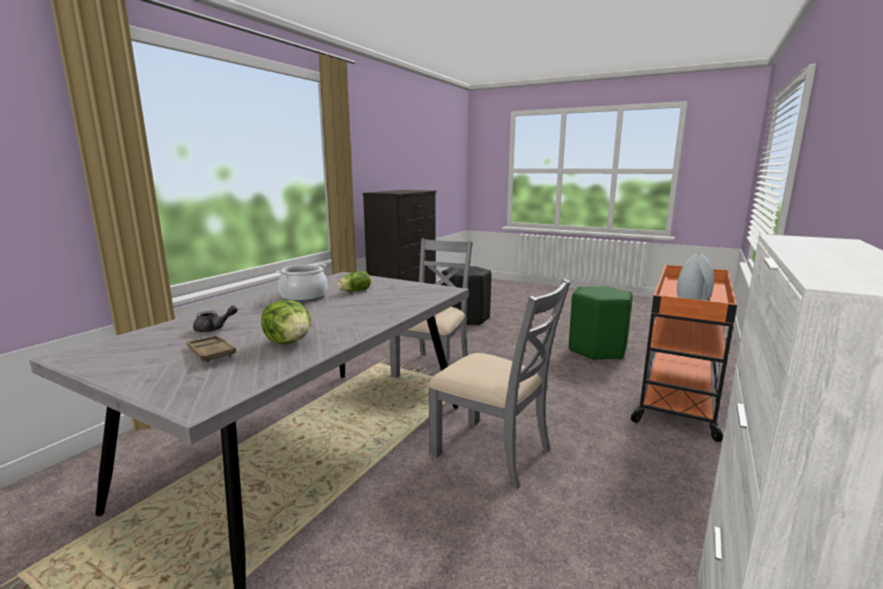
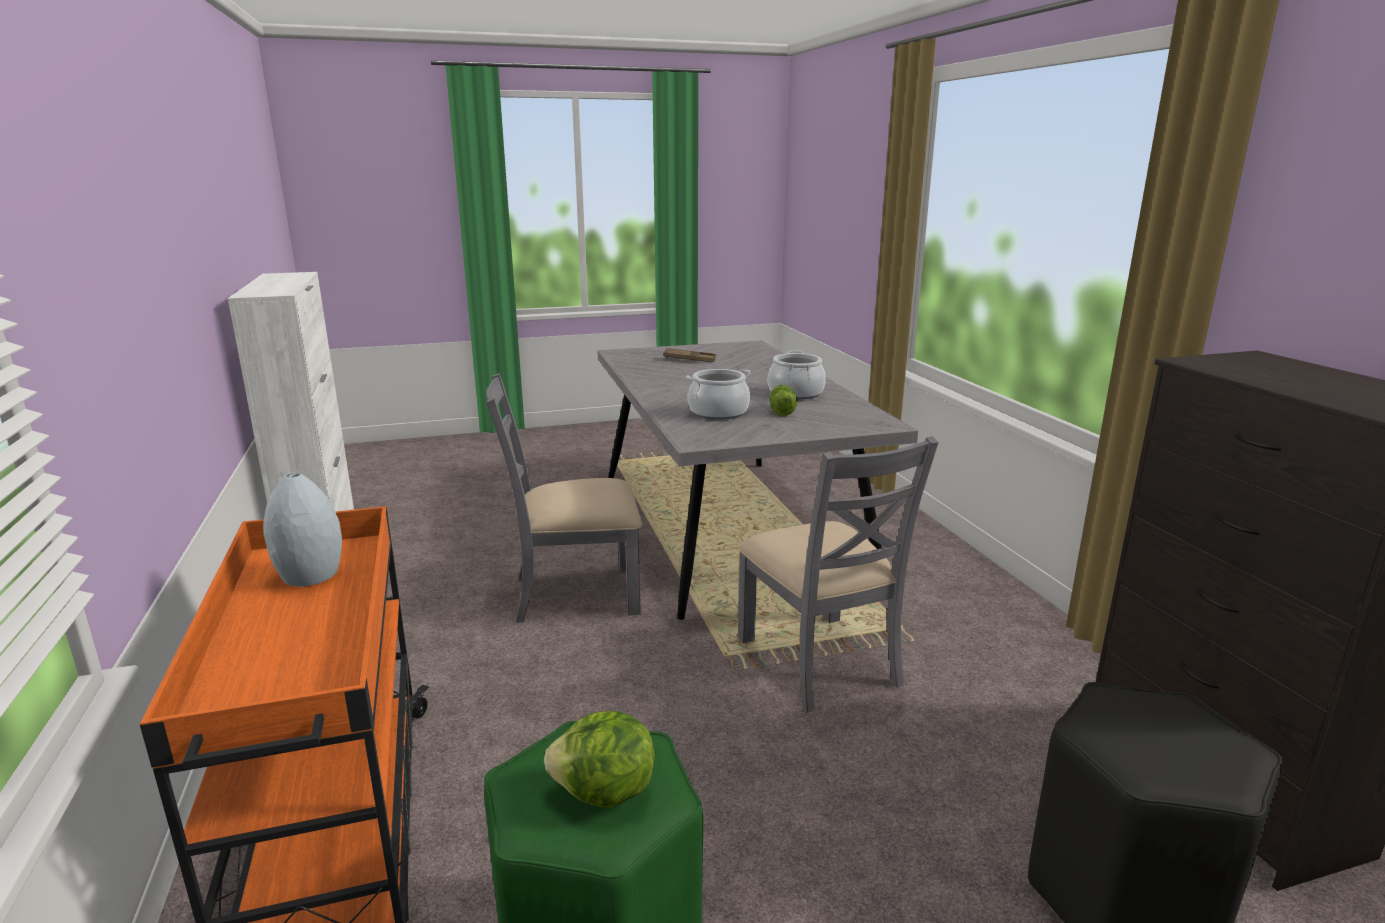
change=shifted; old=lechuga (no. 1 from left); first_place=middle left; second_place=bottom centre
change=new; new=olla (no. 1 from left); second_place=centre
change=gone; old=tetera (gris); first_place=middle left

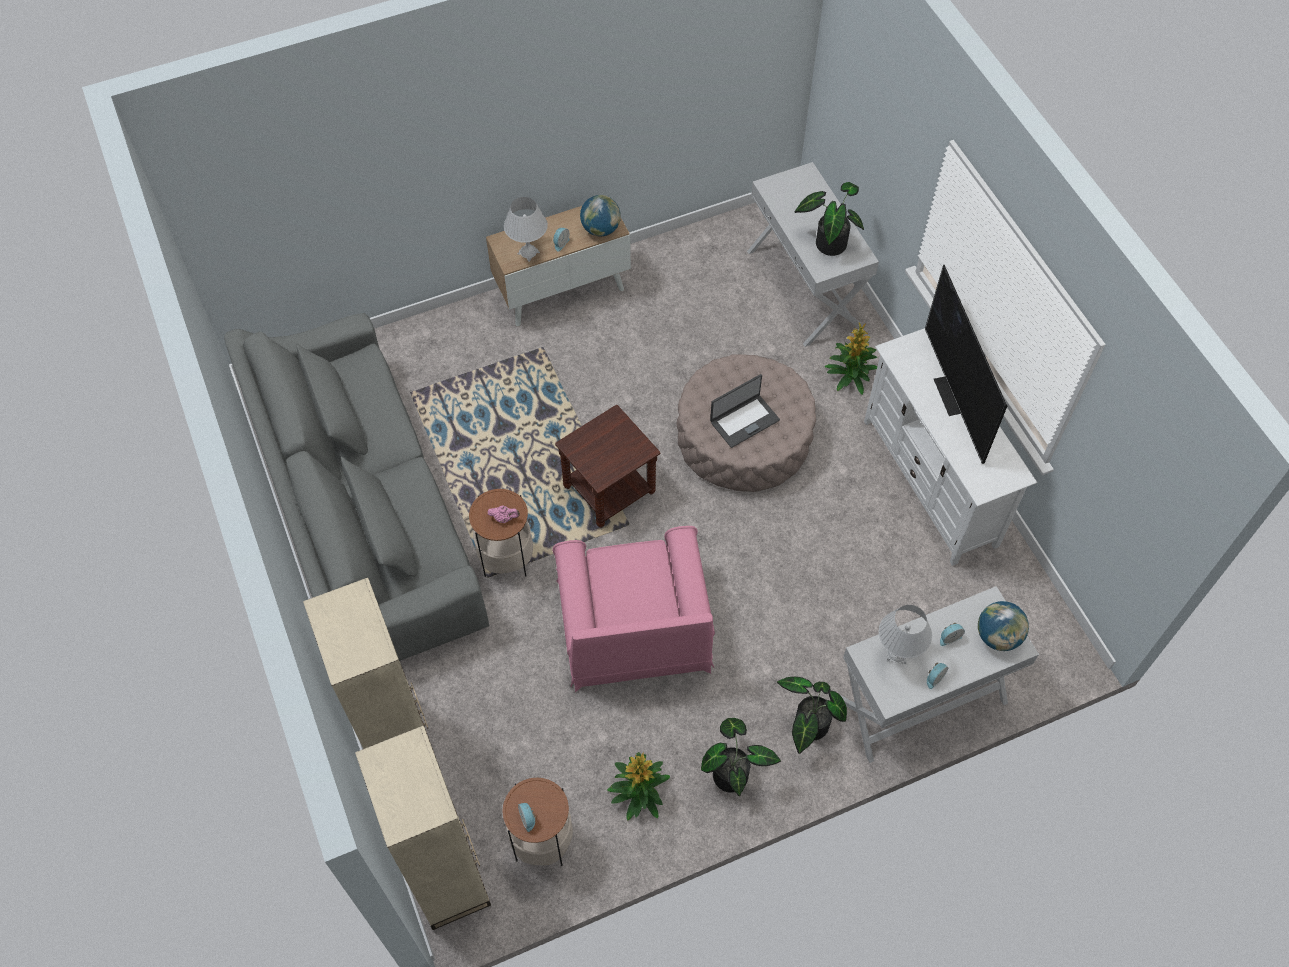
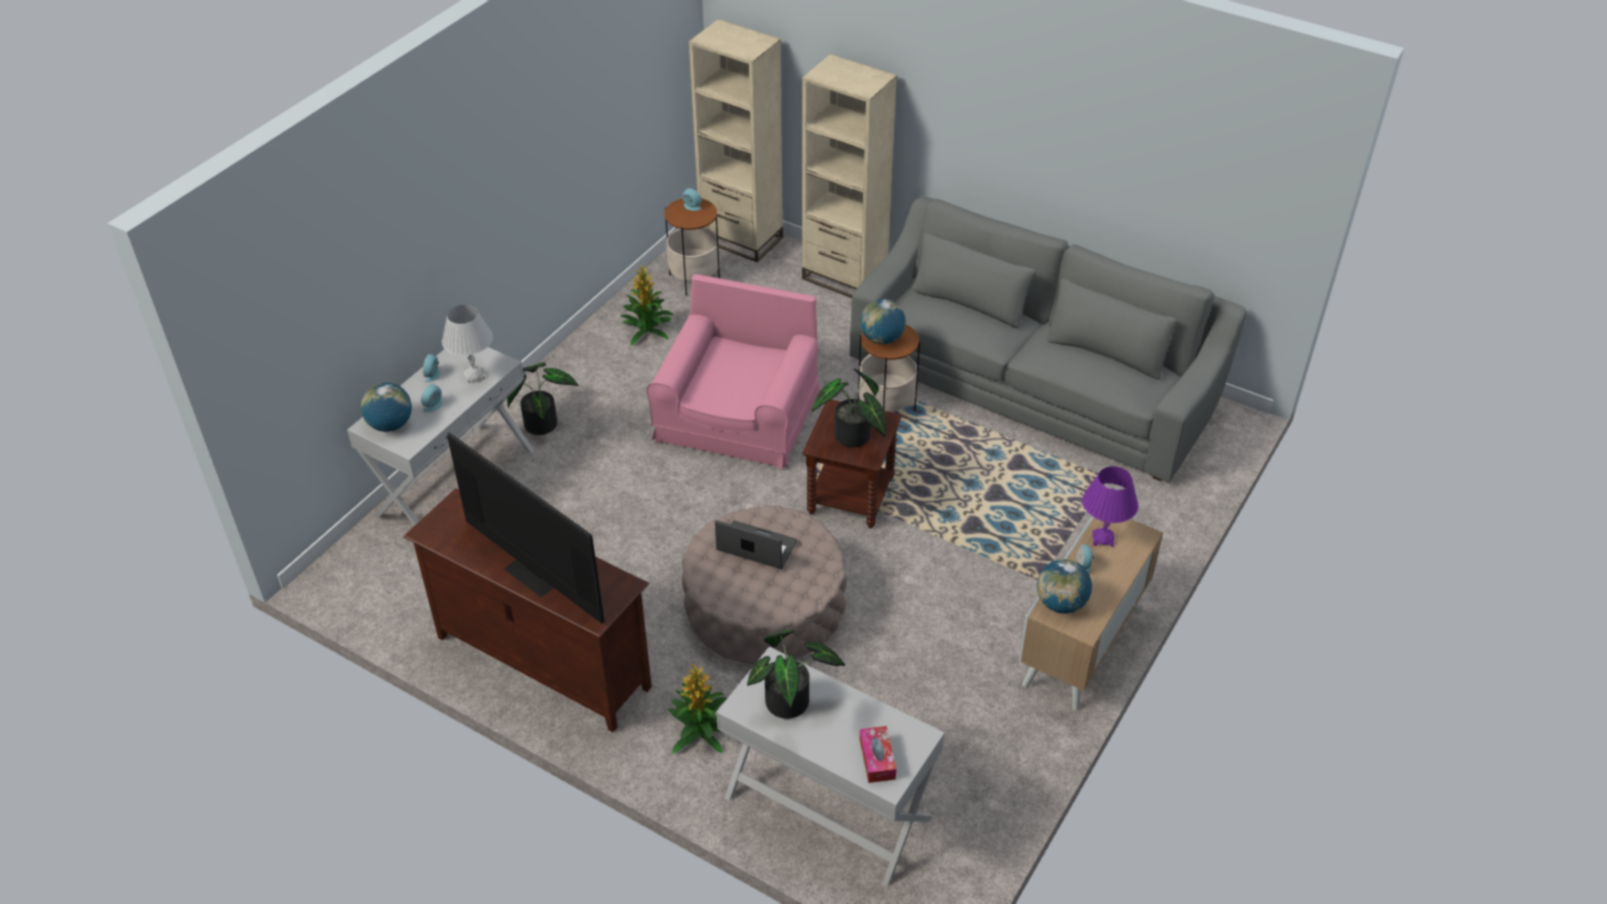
change=repainted; old=mueble de televisión (blanco); new=mueble de televisión (marrón); first_place=middle right; second_place=bottom left
change=rotated; old=sillón (rosa); first_place=centre; second_place=centre; degrees=60
change=rotated; old=portátil; first_place=centre; second_place=centre; degrees=90
change=shifted; old=planta en maceta (no. 2 from left in the first image); new=planta en maceta (no. 5 from left); first_place=bottom centre; second_place=centre
change=new; new=caja de pañuelos; second_place=bottom centre
change=swapped; old=tetera (rosa); new=globo terráqueo (no. 2 from left); first_place=centre; second_place=centre
change=repainted; old=lámpara de mesa (blanco) (no. 1 from left); new=lámpara de mesa (morado); first_place=top centre; second_place=middle right

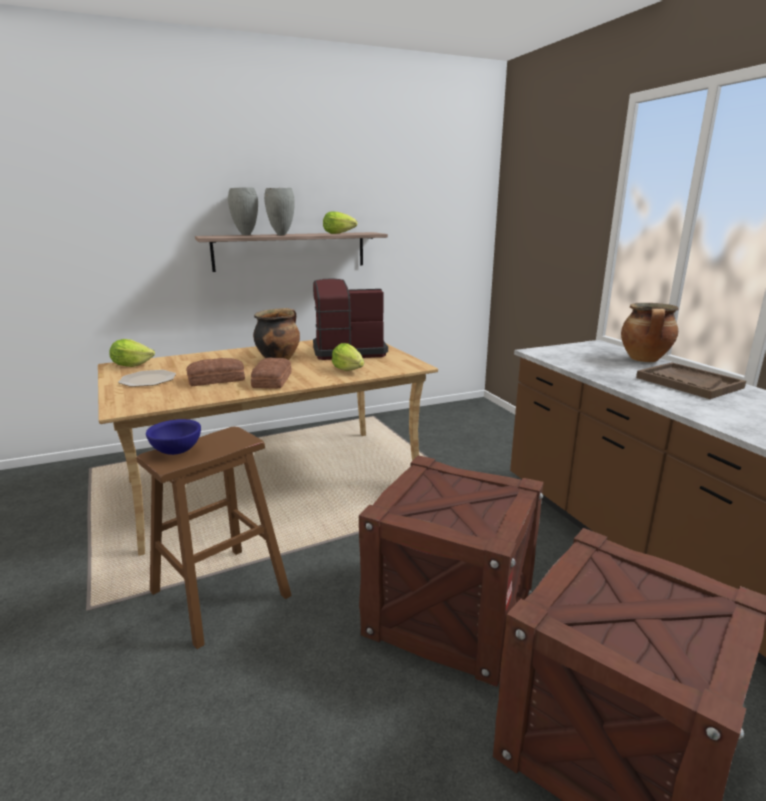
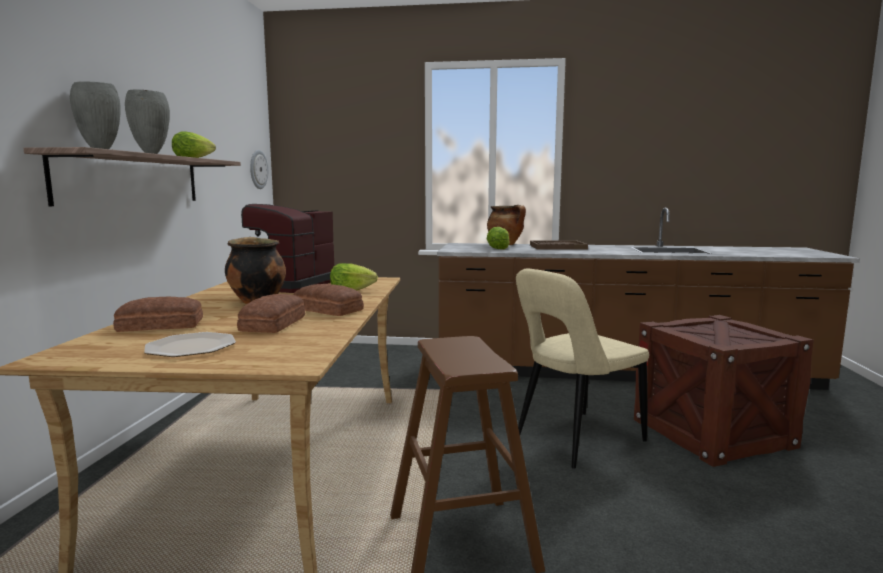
change=new; new=pan (no. 1 from left); second_place=middle left
change=new; new=reloj de pared; second_place=top left
change=shifted; old=lechuga (no. 1 from left in the first image); new=lechuga (no. 3 from left); first_place=middle left; second_place=centre
change=swapped; old=caja de embalaje (no. 1 from left); new=silla (beis); first_place=bottom centre; second_place=centre
change=gone; old=cuenco (azul); first_place=middle left

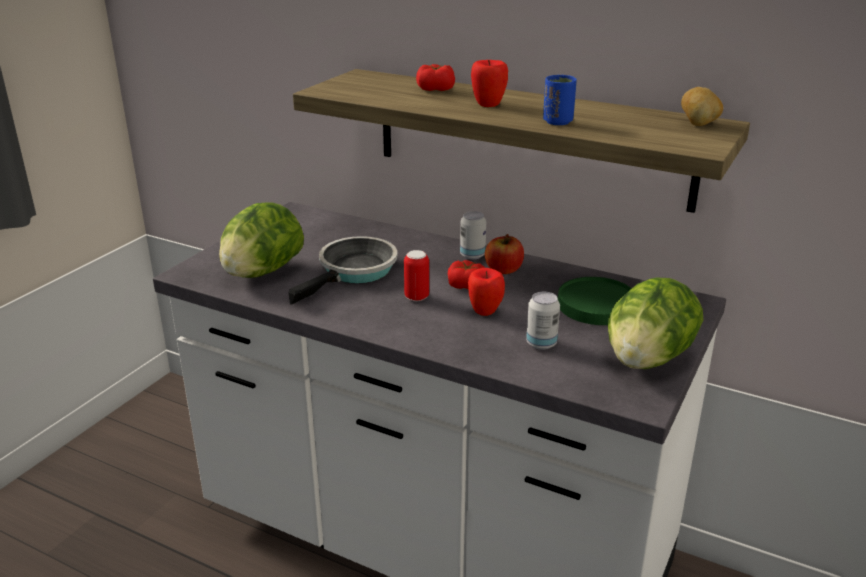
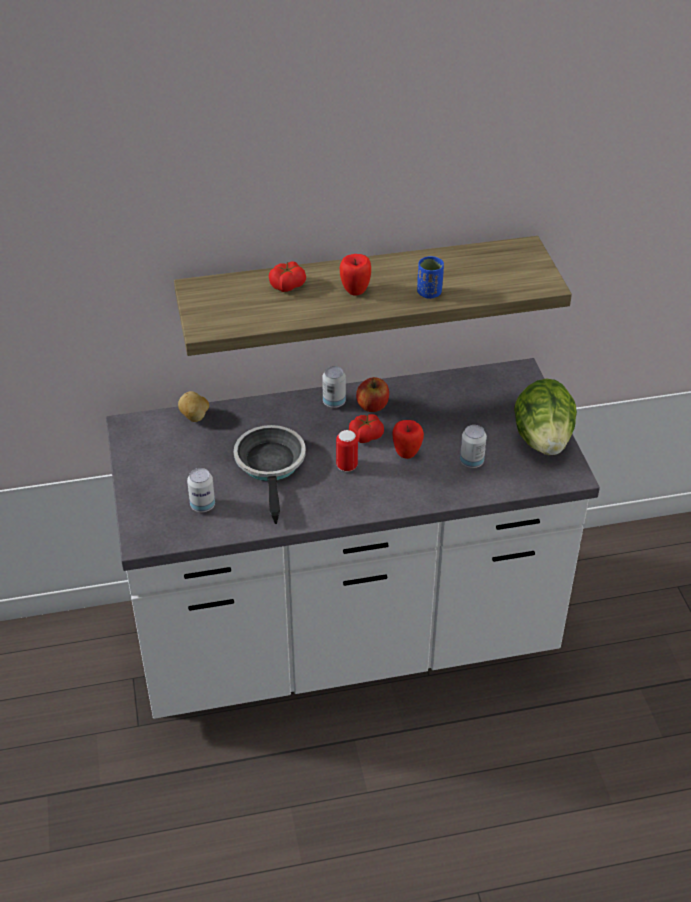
change=shifted; old=patata; first_place=top right; second_place=middle left
change=swapped; old=lechuga (no. 1 from left); new=lata (no. 1 from left); first_place=middle left; second_place=middle left
change=gone; old=plato (verde); first_place=middle right

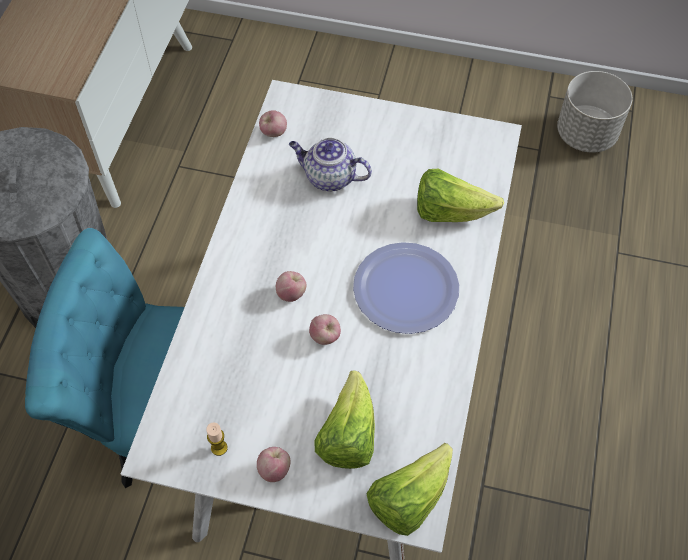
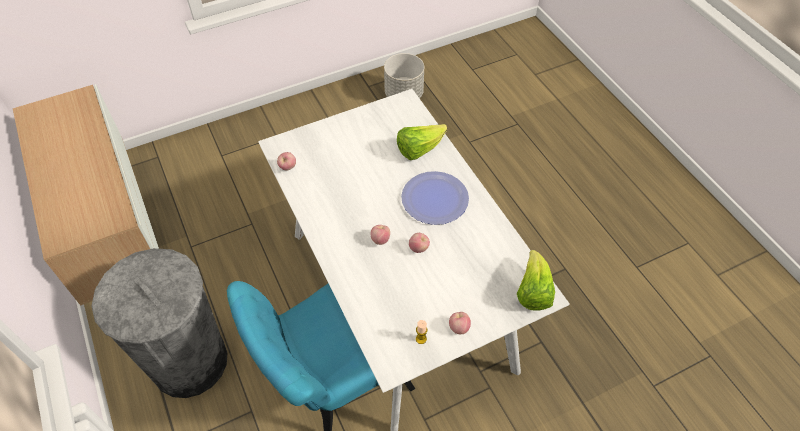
change=gone; old=tetera; first_place=top centre
change=gone; old=lechuga (no. 1 from left); first_place=bottom centre

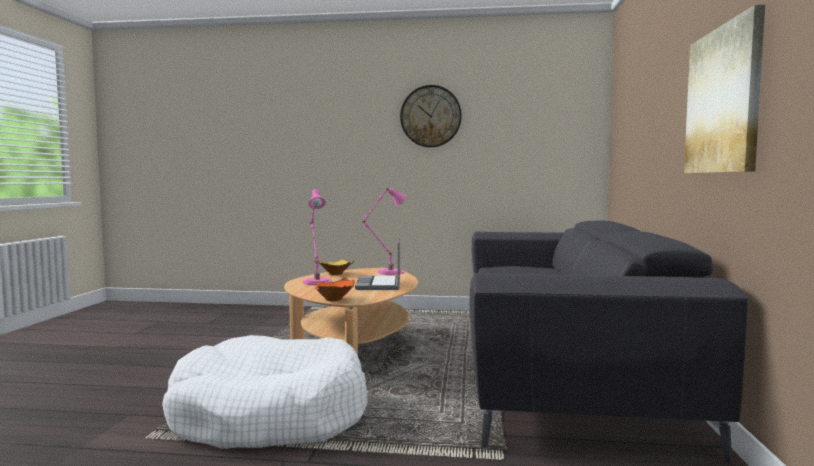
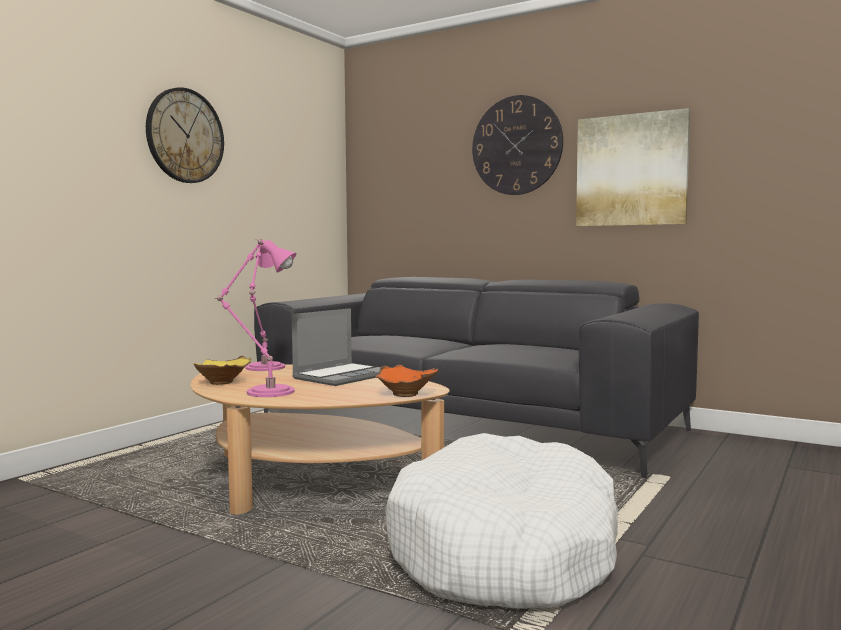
change=rotated; old=portátil; first_place=centre; second_place=centre; degrees=-75
change=new; new=reloj de pared (no. 2 from left); second_place=top centre

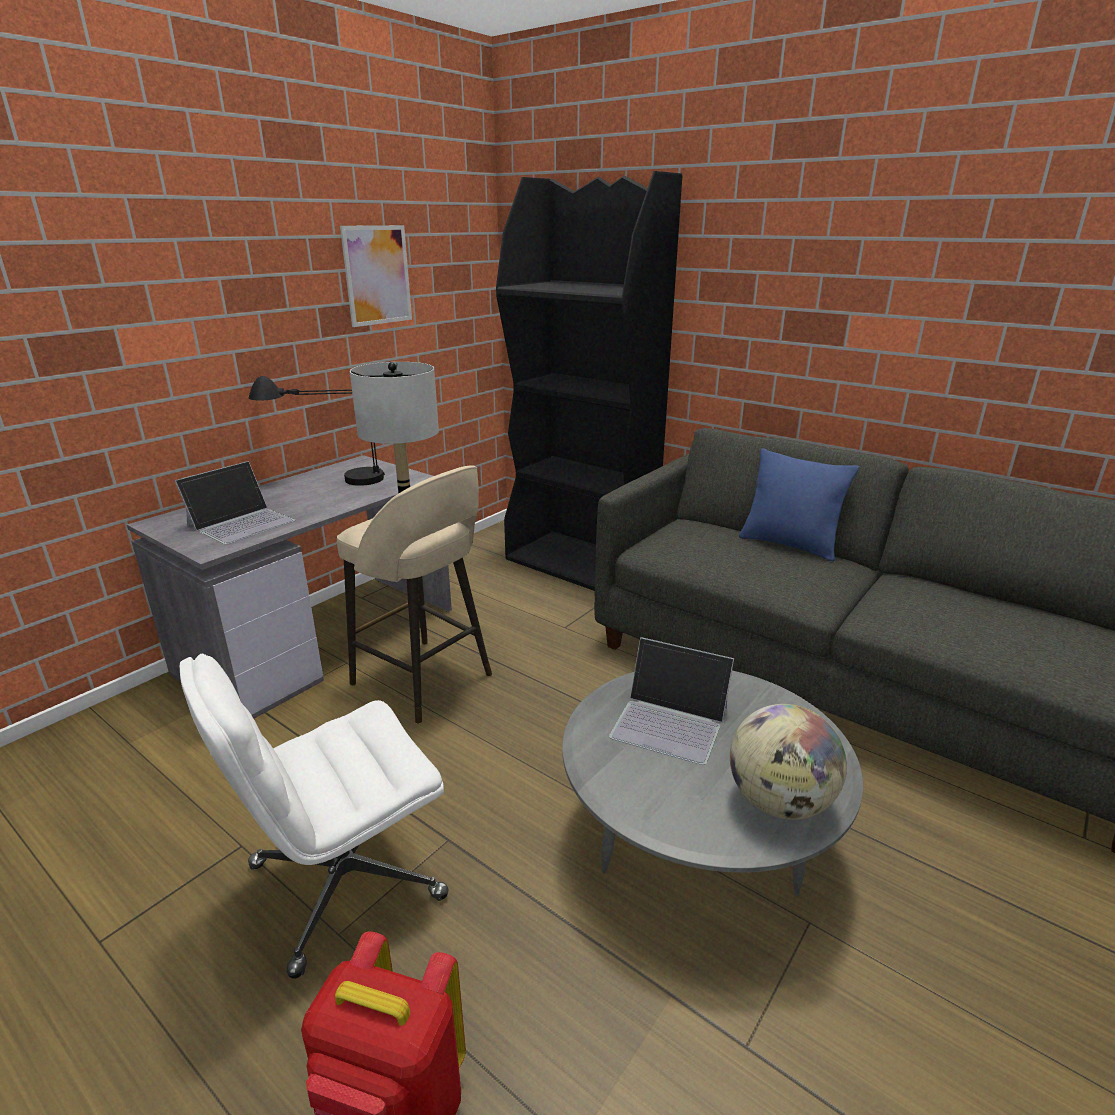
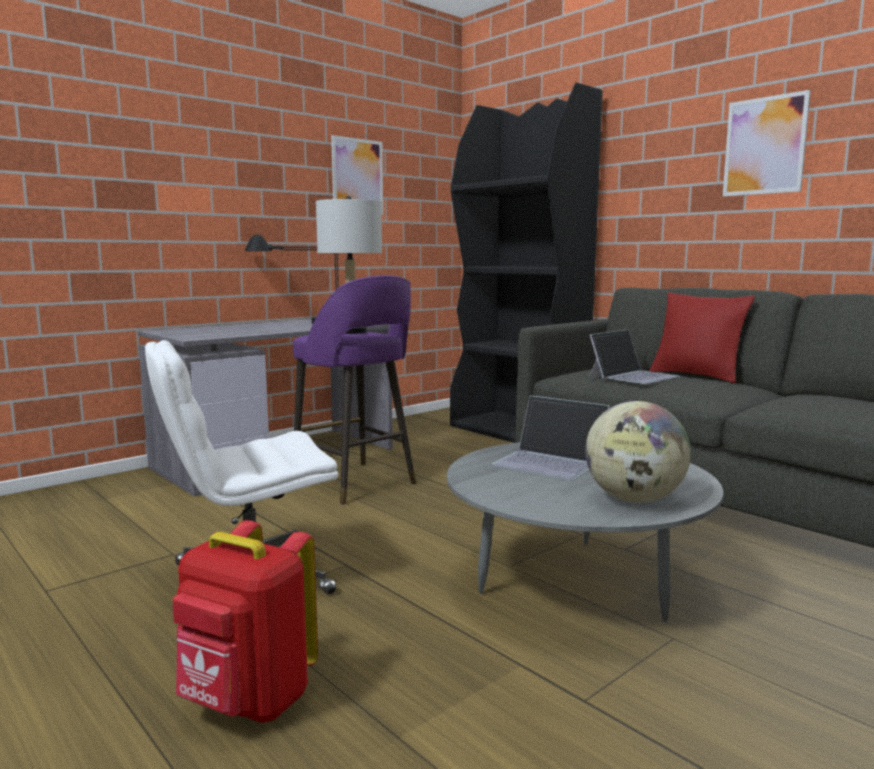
change=repainted; old=taburete (beis); new=taburete (morado); first_place=centre; second_place=centre
change=shifted; old=portátil (no. 1 from left in the first image); new=portátil (no. 2 from left); first_place=middle left; second_place=middle right
change=repainted; old=cojín (azul); new=cojín (rojo); first_place=middle right; second_place=middle right
change=new; new=cuadro (no. 2 from left); second_place=top right

